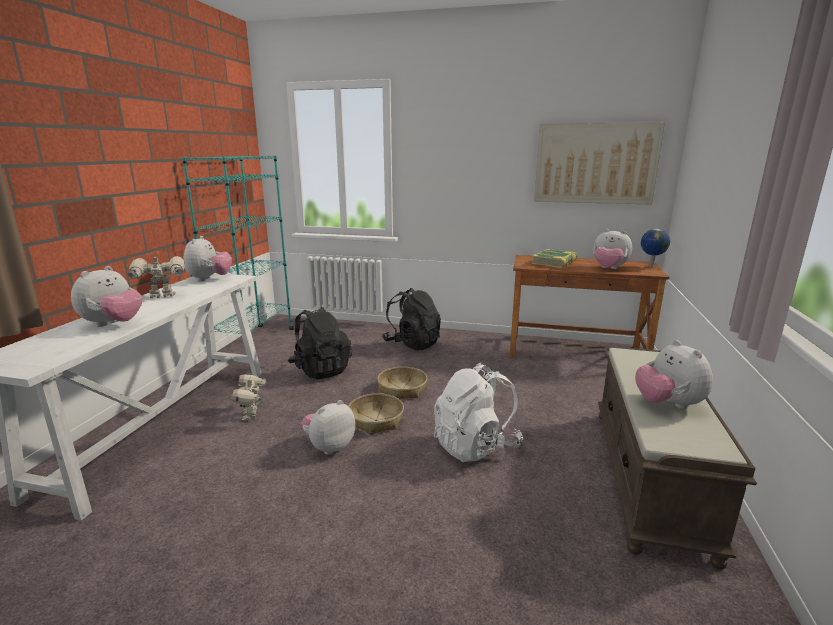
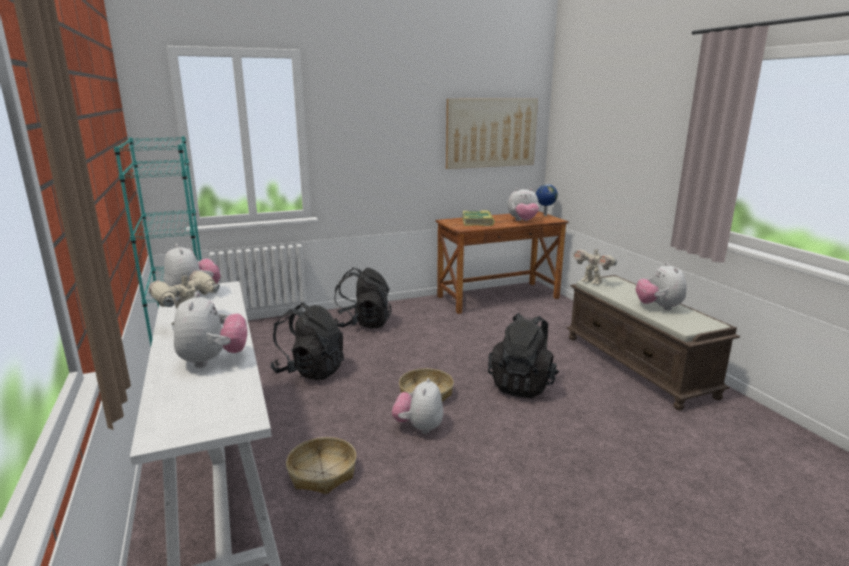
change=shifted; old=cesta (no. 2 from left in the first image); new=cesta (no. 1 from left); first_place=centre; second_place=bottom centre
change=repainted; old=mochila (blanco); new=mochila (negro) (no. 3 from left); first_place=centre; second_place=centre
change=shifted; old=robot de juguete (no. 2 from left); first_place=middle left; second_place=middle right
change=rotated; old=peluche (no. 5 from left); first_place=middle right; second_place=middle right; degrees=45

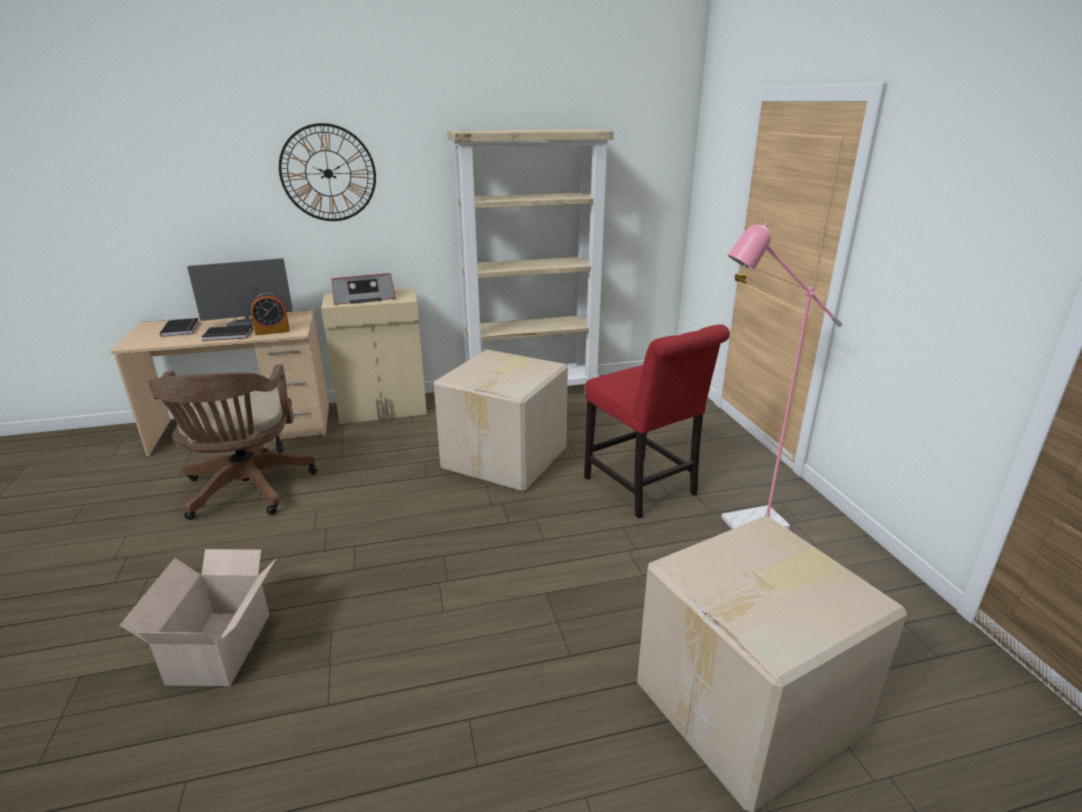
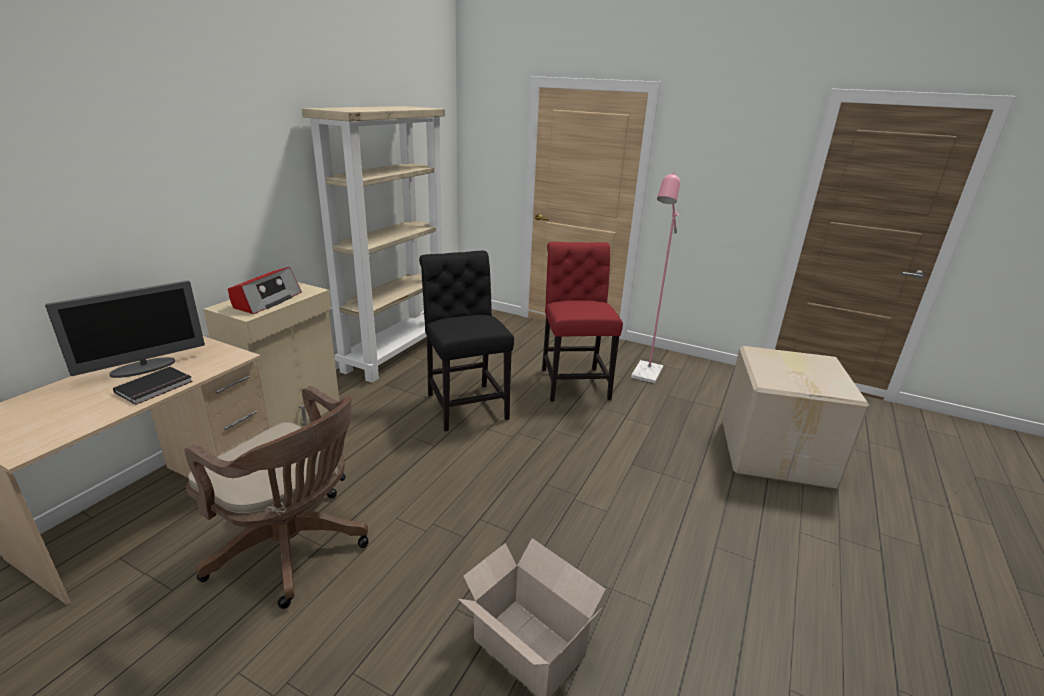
change=rotated; old=monitor; first_place=middle left; second_place=middle left; degrees=-150
change=swapped; old=caja de cartón (no. 2 from left); new=silla (negro); first_place=centre; second_place=centre
change=rotated; old=silla (rojo); first_place=centre; second_place=centre; degrees=-105
change=gone; old=libro (negro) (no. 1 from left); first_place=middle left
change=gone; old=despertador; first_place=middle left
change=gone; old=reloj de pared; first_place=top left

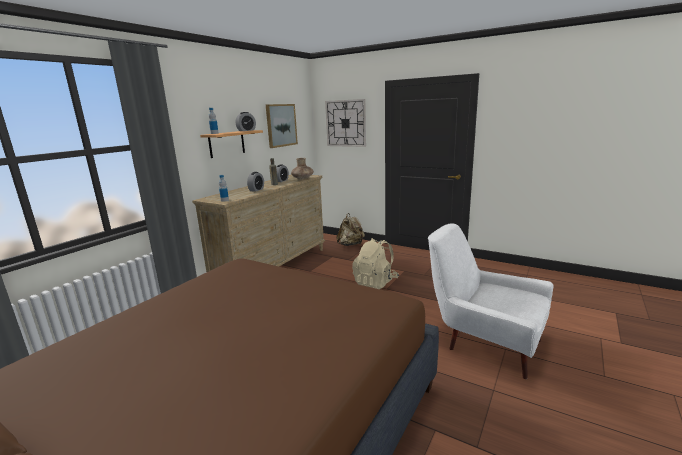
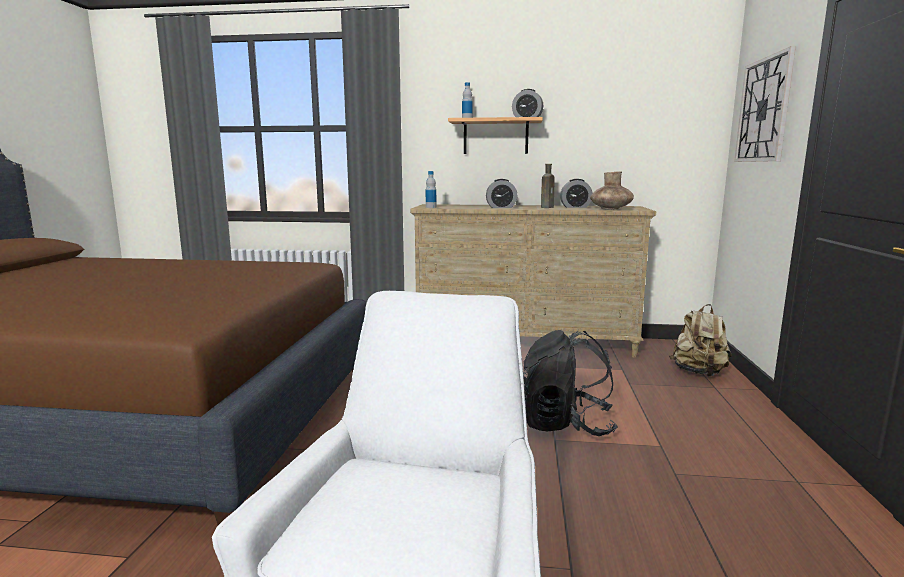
change=repainted; old=mochila (beis) (no. 2 from left); new=mochila (negro); first_place=centre; second_place=centre
change=gone; old=cuadro; first_place=top centre

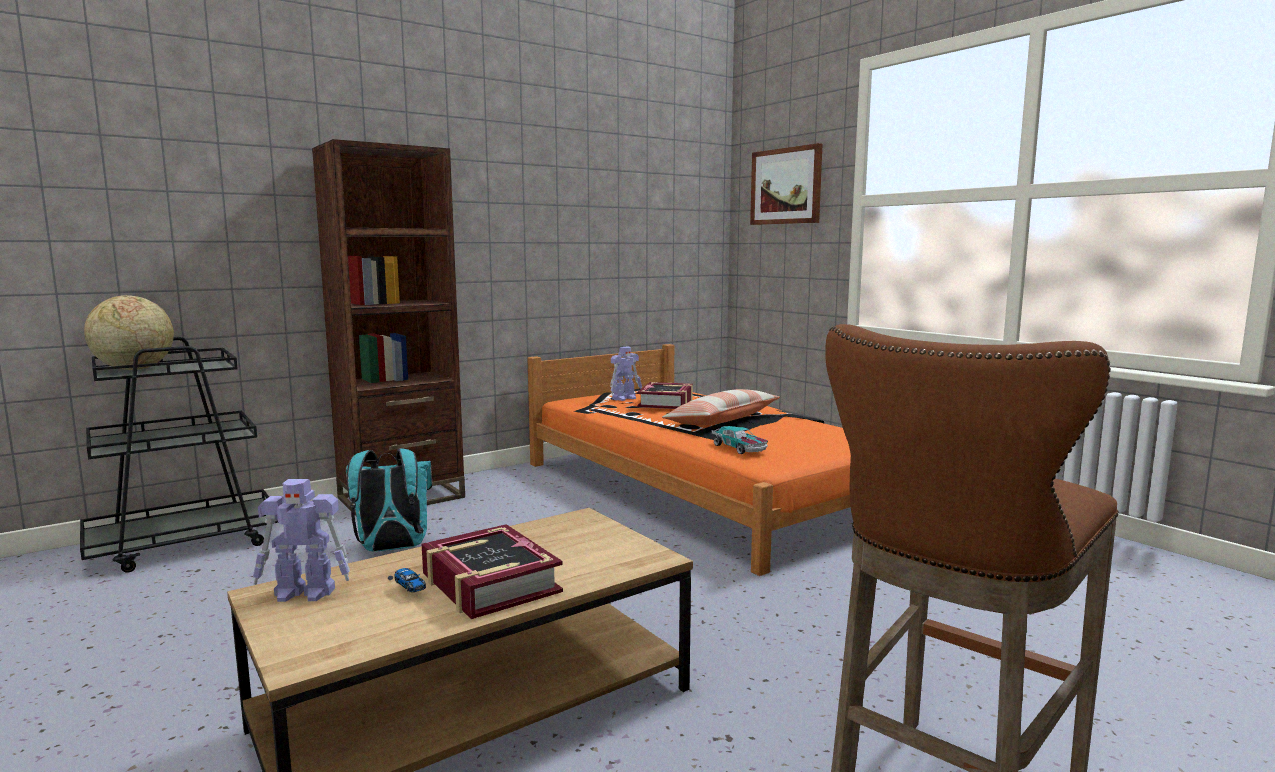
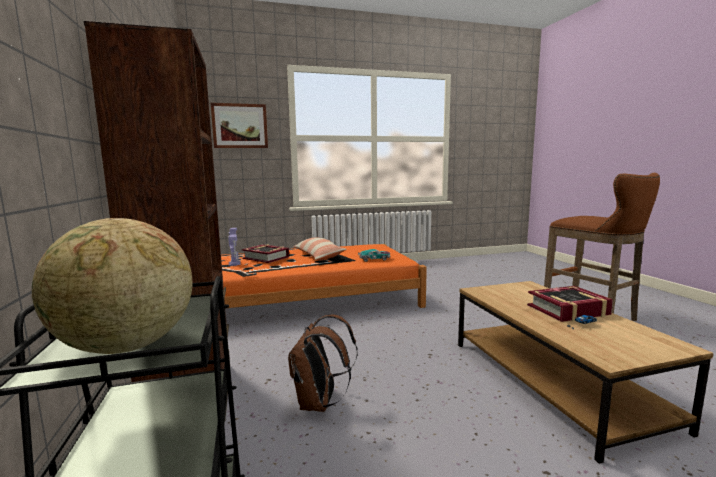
change=repainted; old=mochila (turquesa); new=mochila (marrón); first_place=middle left; second_place=bottom centre
change=gone; old=robot de juguete (no. 1 from left); first_place=bottom left

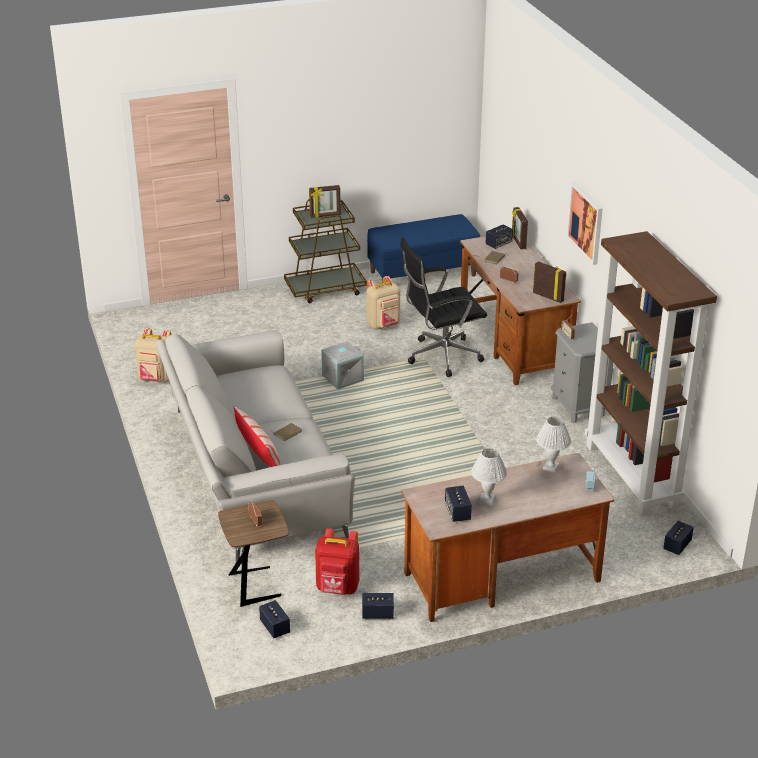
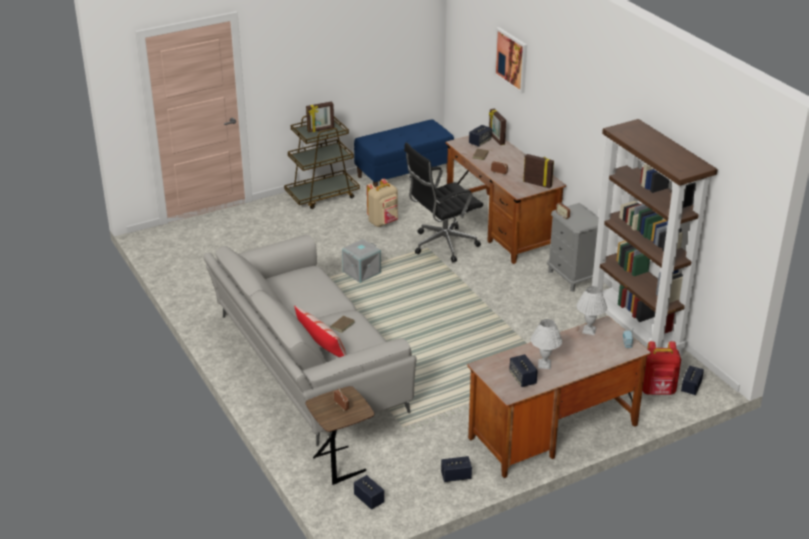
change=shifted; old=cuadro; first_place=top right; second_place=top centre
change=shifted; old=mochila (rojo); first_place=bottom centre; second_place=bottom right
change=gone; old=mochila (beis) (no. 1 from left); first_place=middle left

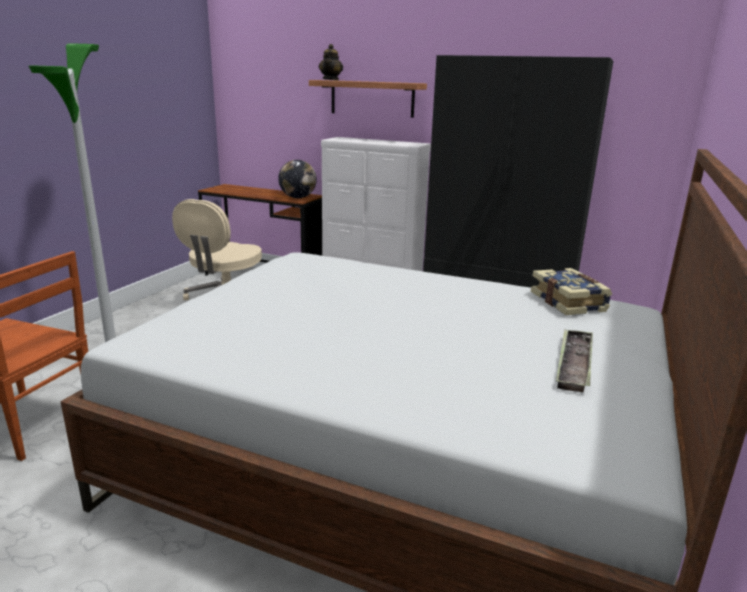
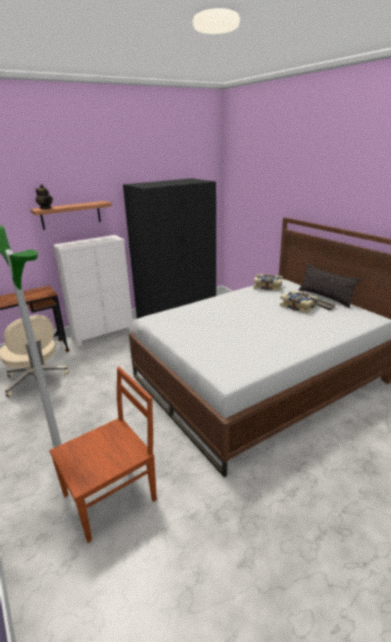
change=new; new=libro (no. 2 from left); second_place=middle right
change=new; new=cojín; second_place=middle right
change=gone; old=globo terráqueo; first_place=top centre

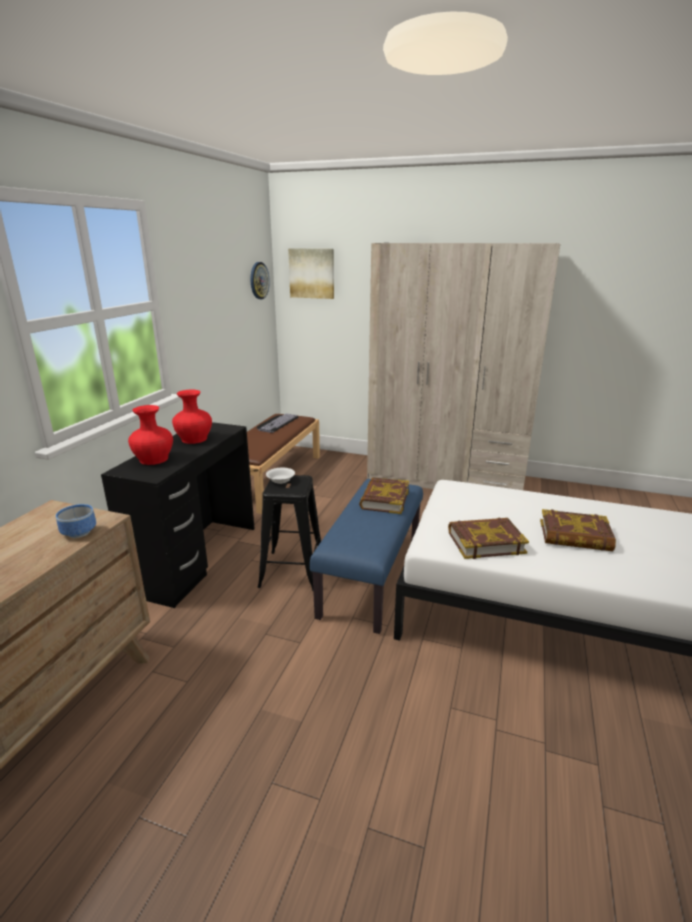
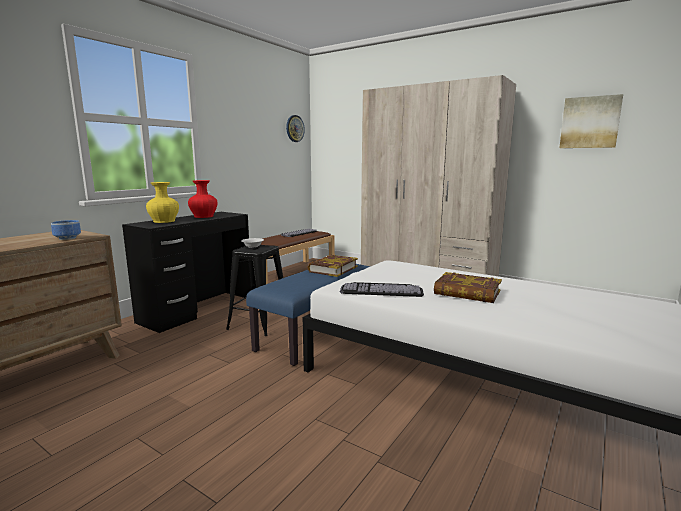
change=repainted; old=florero (rojo) (no. 1 from left); new=florero (amarillo); first_place=middle left; second_place=middle left
change=swapped; old=libro (no. 2 from left); new=teclado (no. 2 from left); first_place=middle right; second_place=centre
change=shifted; old=cuadro; first_place=top centre; second_place=top right

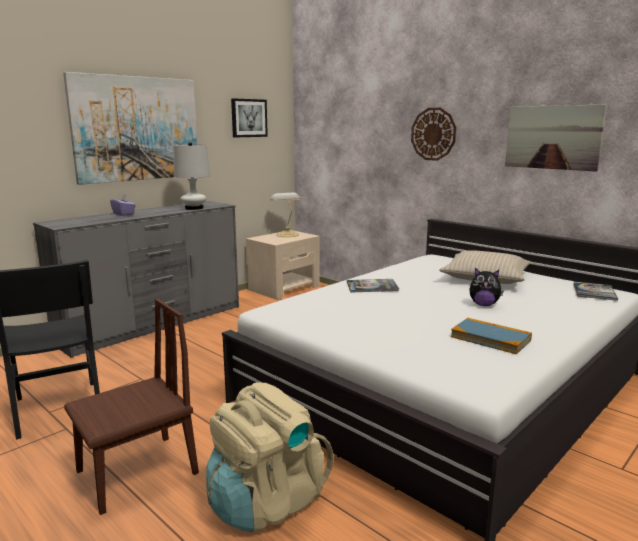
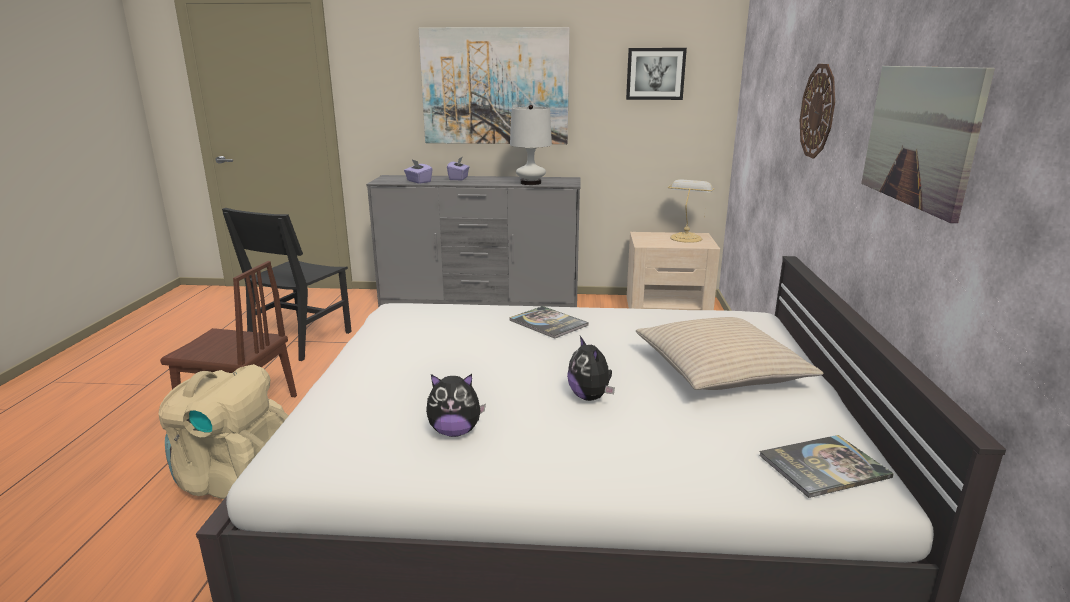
change=new; new=caja de pañuelos (morado) (no. 1 from left); second_place=top centre
change=swapped; old=libro (no. 2 from left); new=peluche (no. 1 from left); first_place=middle right; second_place=bottom centre

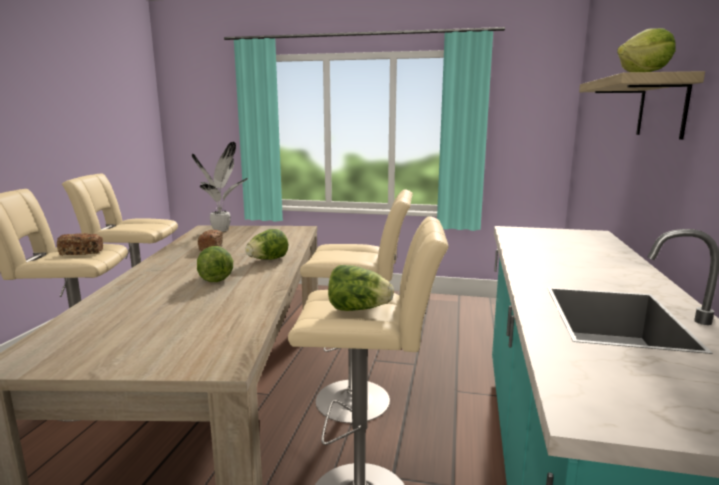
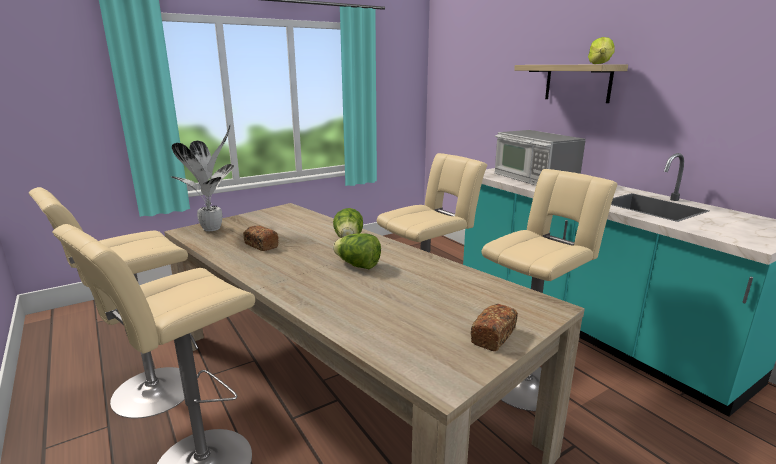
change=shifted; old=pan (no. 1 from left in the first image); new=pan (no. 2 from left); first_place=middle left; second_place=bottom centre
change=new; new=microondas; second_place=middle right
change=gone; old=lechuga (no. 3 from left); first_place=centre

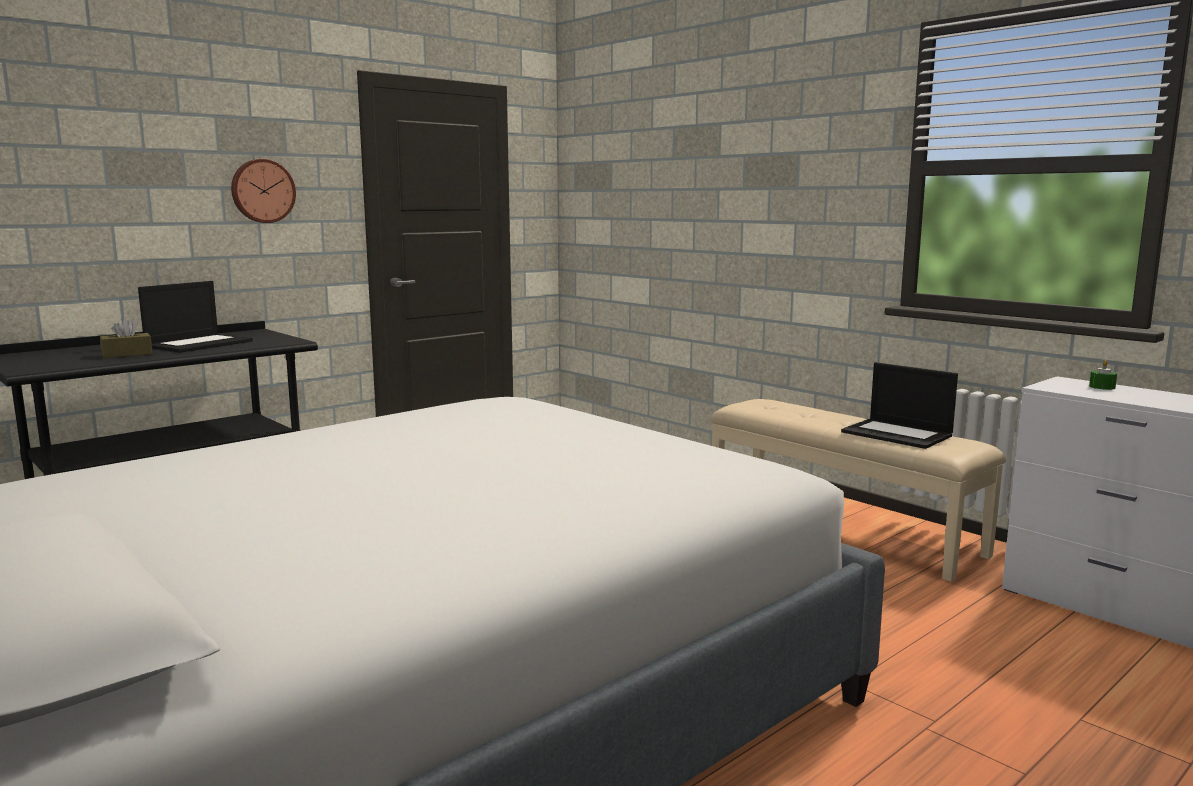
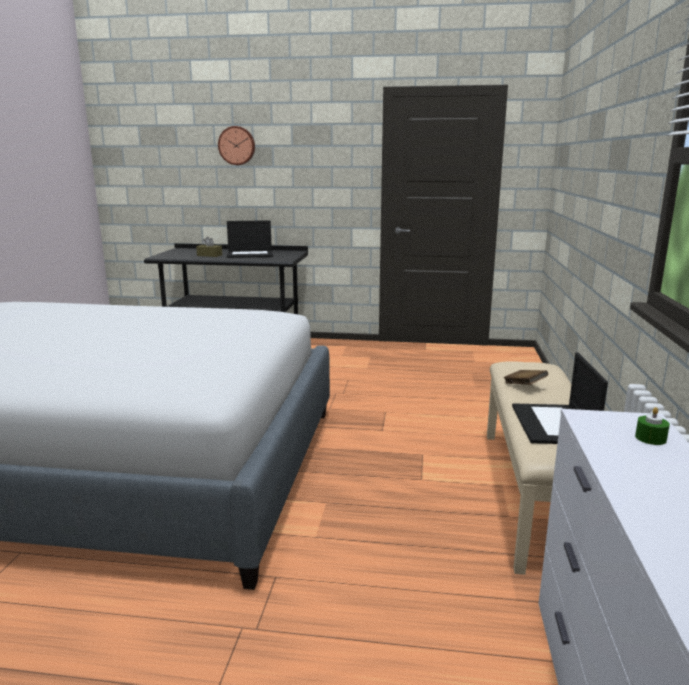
change=shifted; old=reloj de pared; first_place=top left; second_place=top centre
change=new; new=libro (marrón); second_place=middle right

